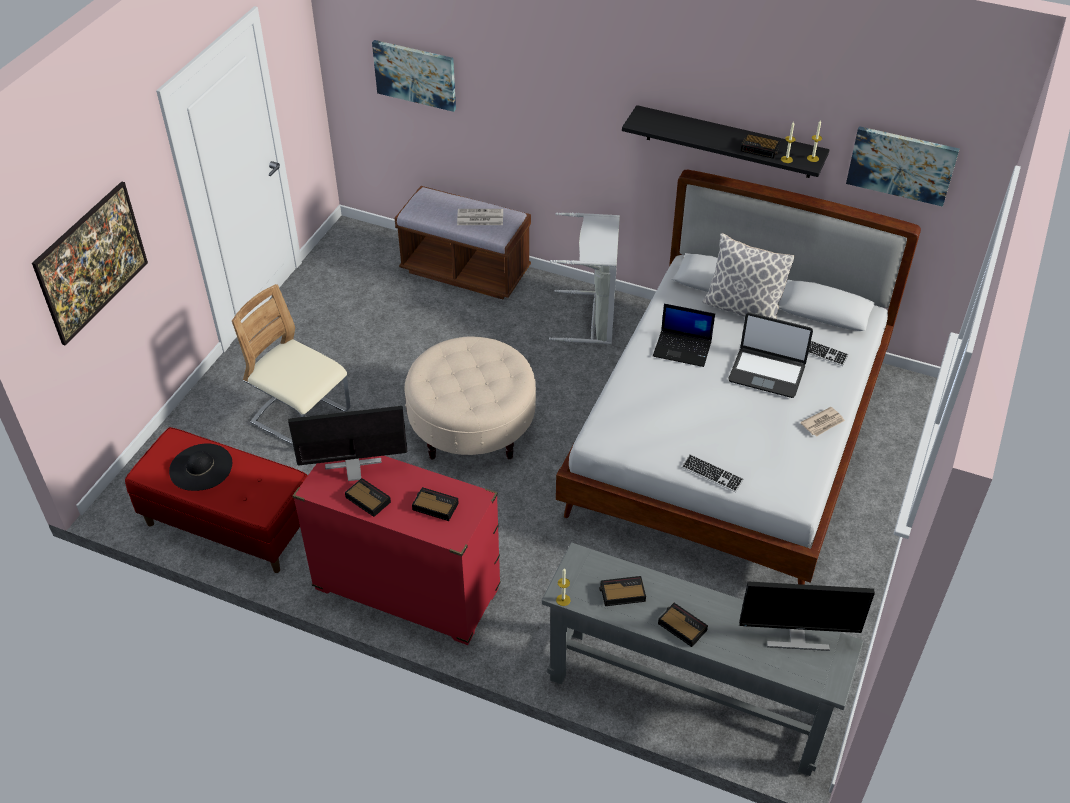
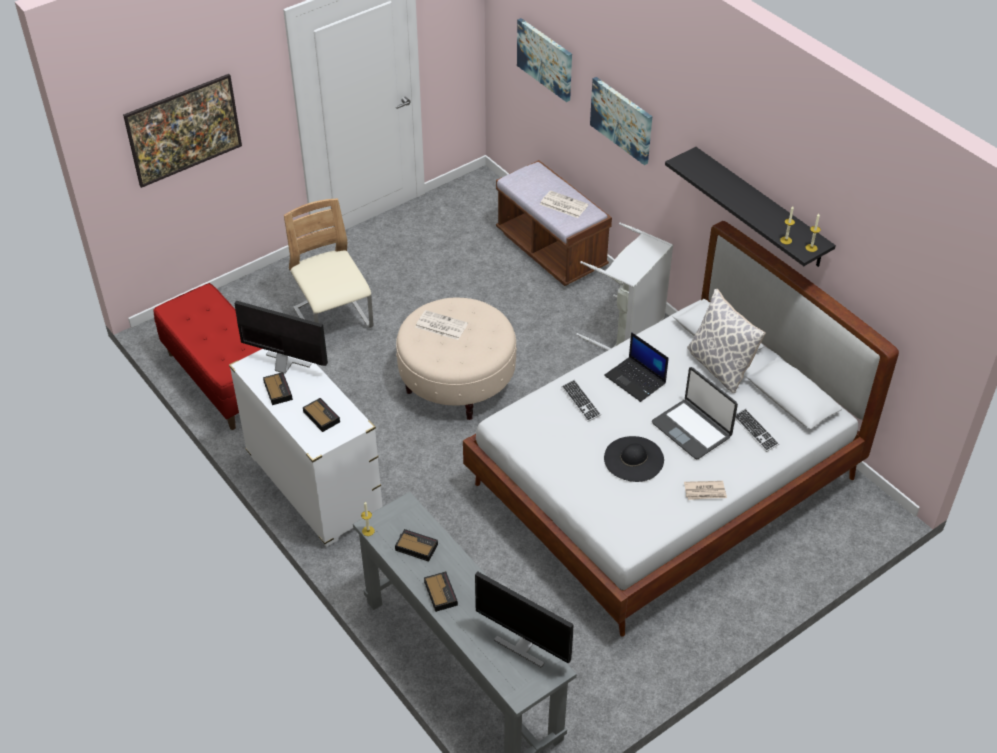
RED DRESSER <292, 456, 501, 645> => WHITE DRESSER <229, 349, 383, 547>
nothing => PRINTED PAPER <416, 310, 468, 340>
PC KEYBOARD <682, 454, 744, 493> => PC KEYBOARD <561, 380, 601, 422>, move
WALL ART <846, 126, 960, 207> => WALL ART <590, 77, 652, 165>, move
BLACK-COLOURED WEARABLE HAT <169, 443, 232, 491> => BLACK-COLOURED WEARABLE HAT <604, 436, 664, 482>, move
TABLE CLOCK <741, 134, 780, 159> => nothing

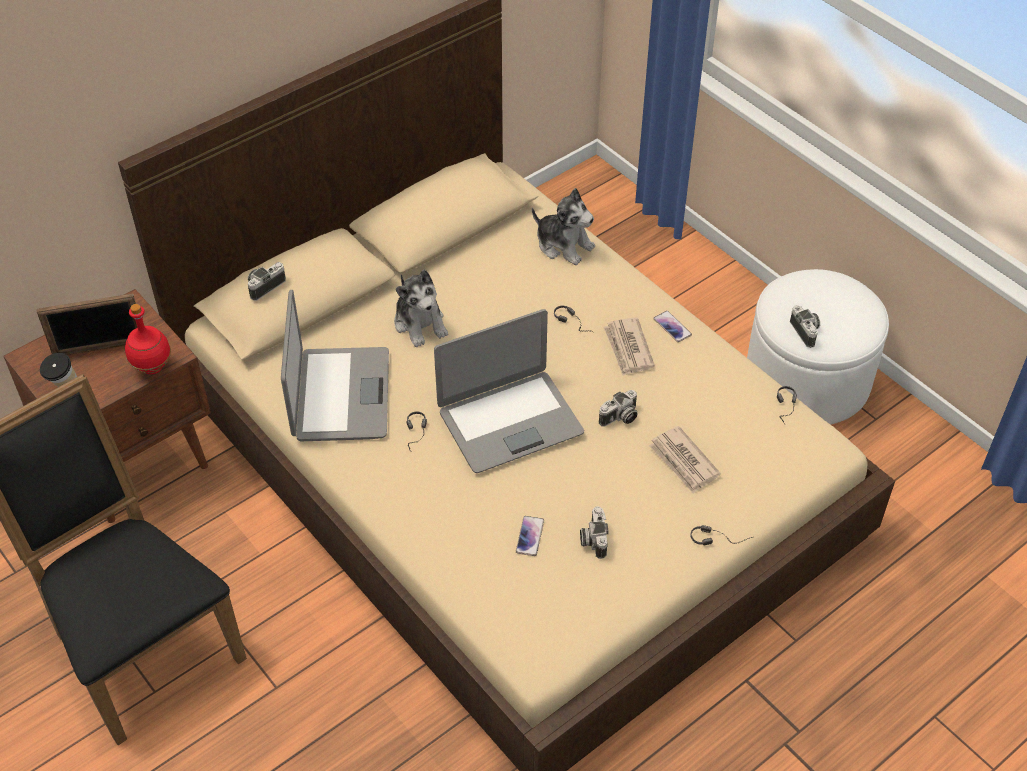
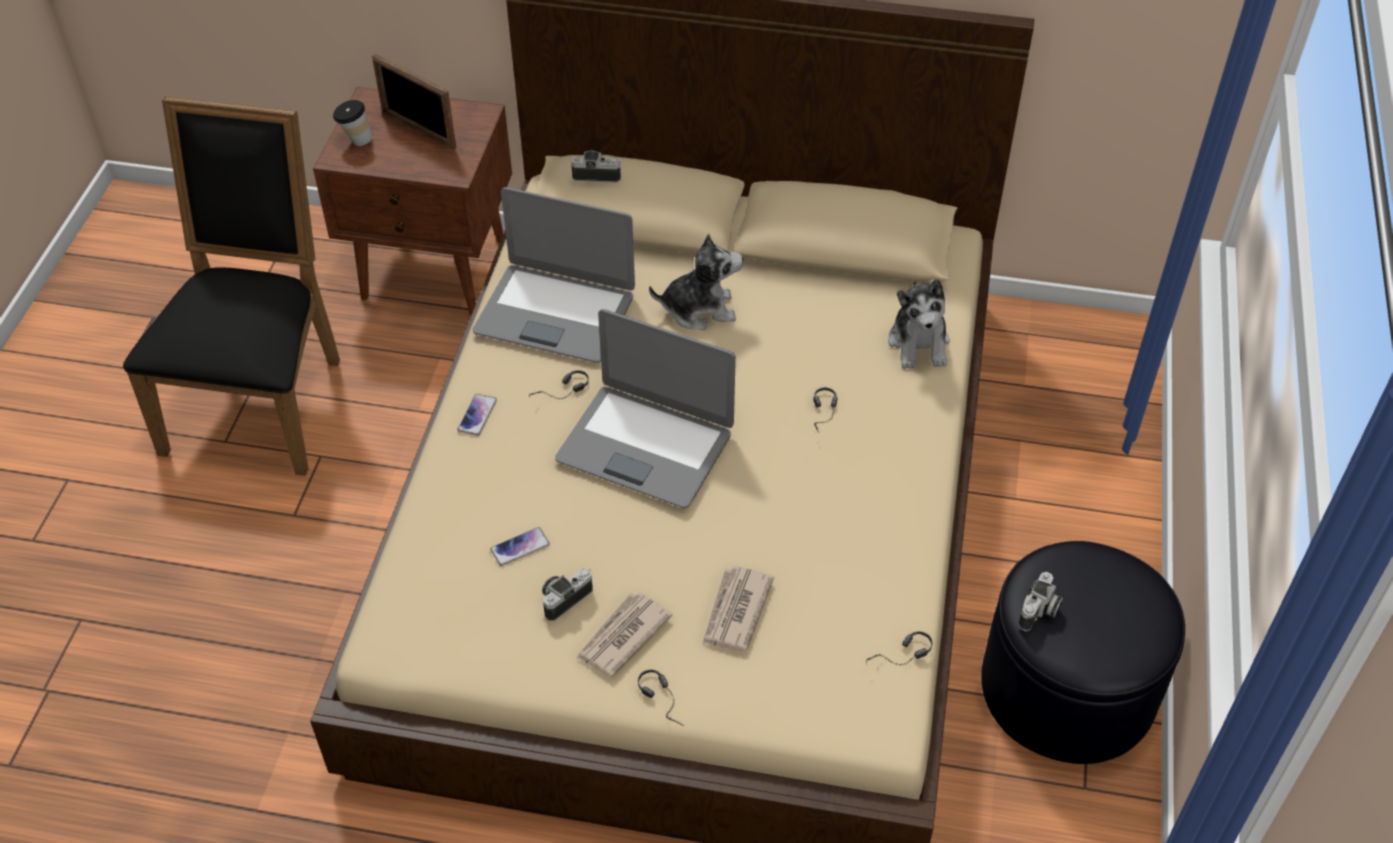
TELEPHONE <653, 311, 692, 342> => TELEPHONE <458, 394, 497, 436>, move
NOTEBOOK COMPUTER <281, 290, 389, 441> => NOTEBOOK COMPUTER <473, 187, 635, 363>, 60 degrees clockwise
PRINTED PAPER <603, 318, 655, 376> => PRINTED PAPER <576, 593, 672, 677>, move
CUDDLY TOY <394, 270, 448, 347> => CUDDLY TOY <649, 234, 743, 330>, 120 degrees counterclockwise
WHITE POUFFE <747, 269, 889, 425> => BLACK-COLOURED POUFFE <981, 541, 1185, 764>
RED BEVERAGE BOTTLE <125, 304, 171, 374> => nothing
STILL CAMERA <599, 390, 637, 427> => nothing

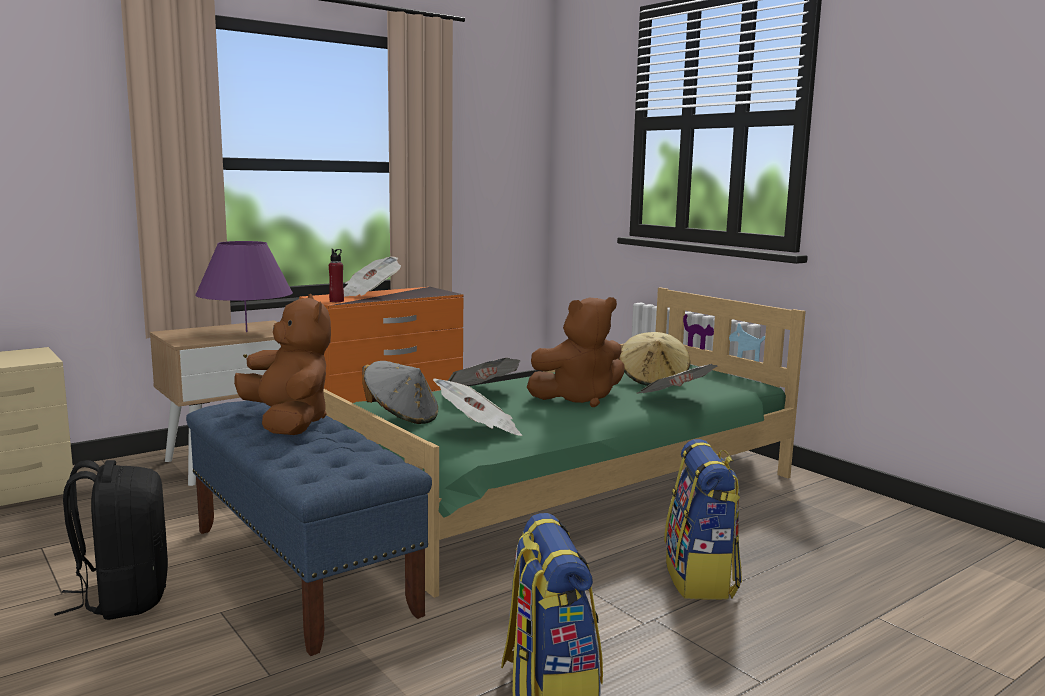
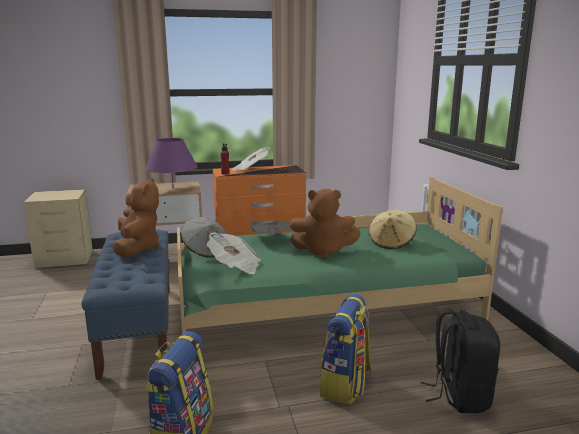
BLACK-COLOURED KNAPSACK <54, 460, 168, 620> => BLACK-COLOURED KNAPSACK <420, 308, 500, 413>, move
PRINTED PAPER <637, 364, 718, 394> => nothing

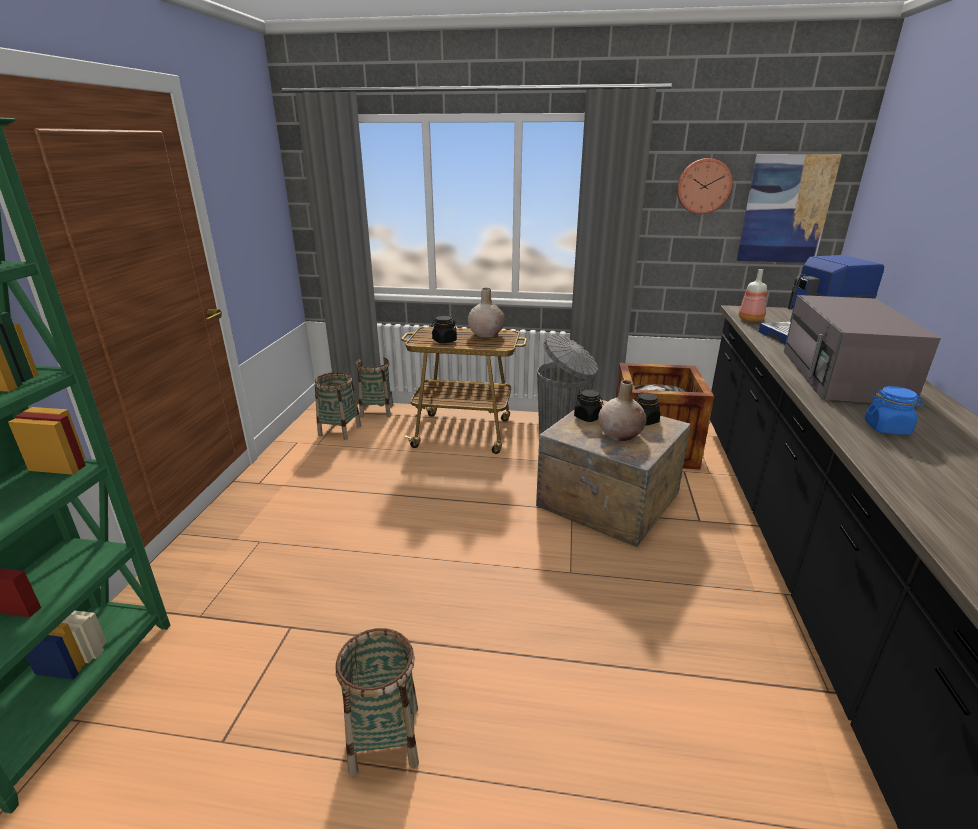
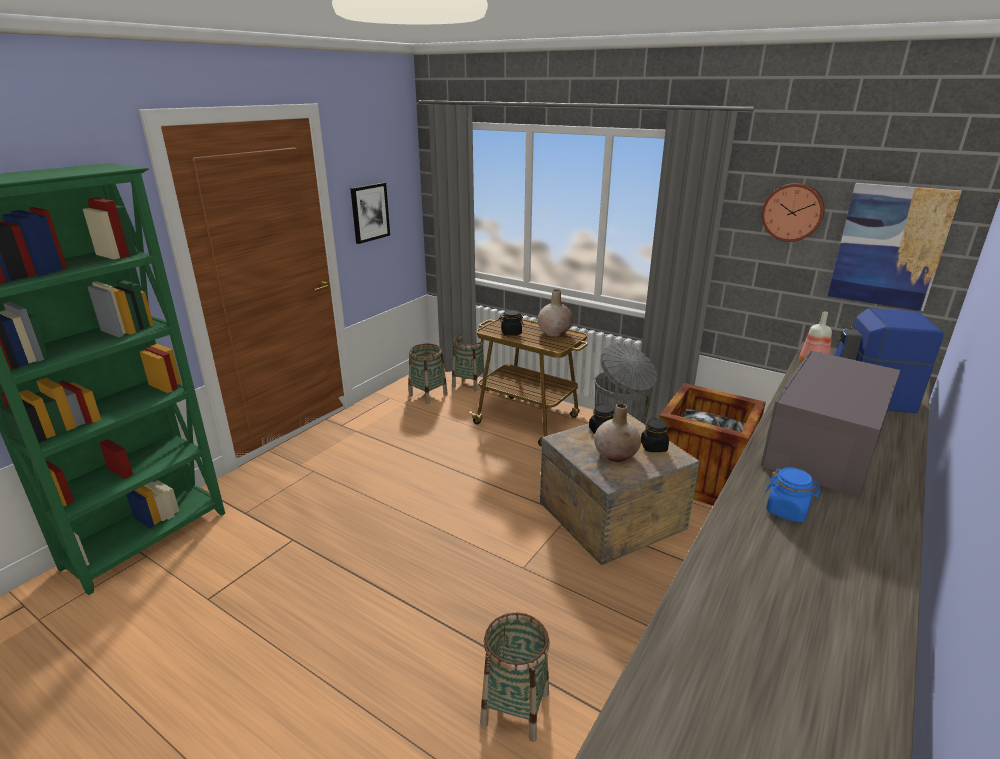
nothing => WALL ART <350, 182, 390, 244>
STORAGE BASKET <335, 628, 419, 776> => STORAGE BASKET <480, 613, 550, 742>, move

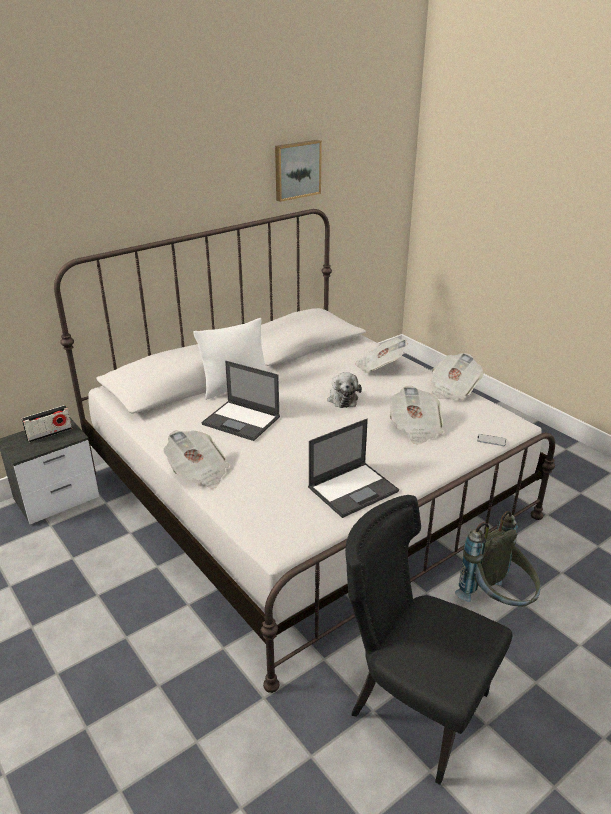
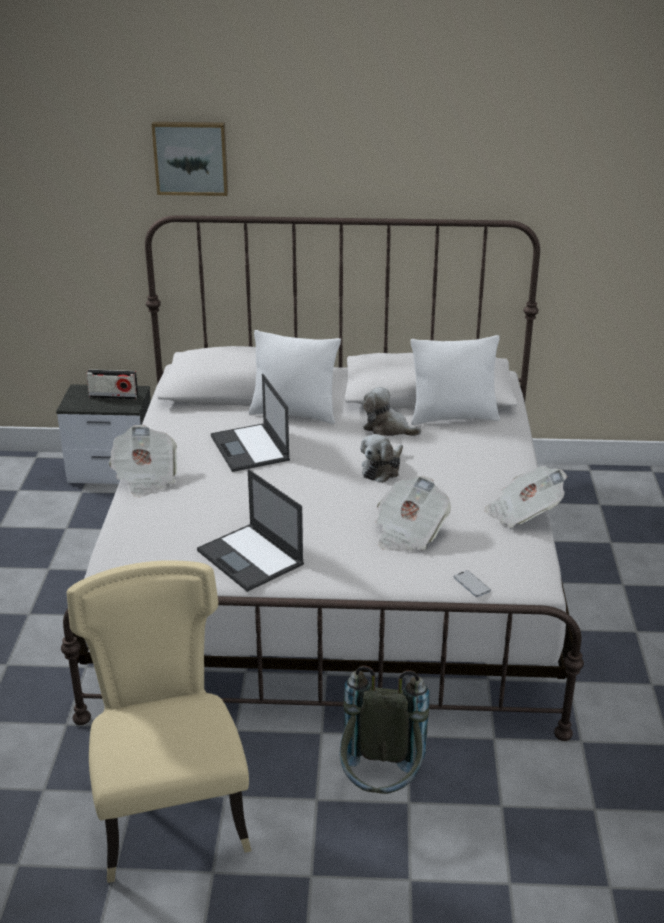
BLACK-COLOURED CHAIR <345, 495, 512, 785> => BEIGE CHAIR <67, 560, 251, 883>
WALL ART <275, 140, 322, 202> => WALL ART <152, 122, 228, 196>, move
NOTEBOOK COMPUTER <308, 419, 399, 518> => NOTEBOOK COMPUTER <197, 469, 304, 592>, 45 degrees clockwise
nothing => CUDDLY TOY <363, 387, 421, 436>
nothing => WHITE CUSHION <411, 335, 500, 425>
PRINTED PAPER <355, 338, 408, 373> => nothing

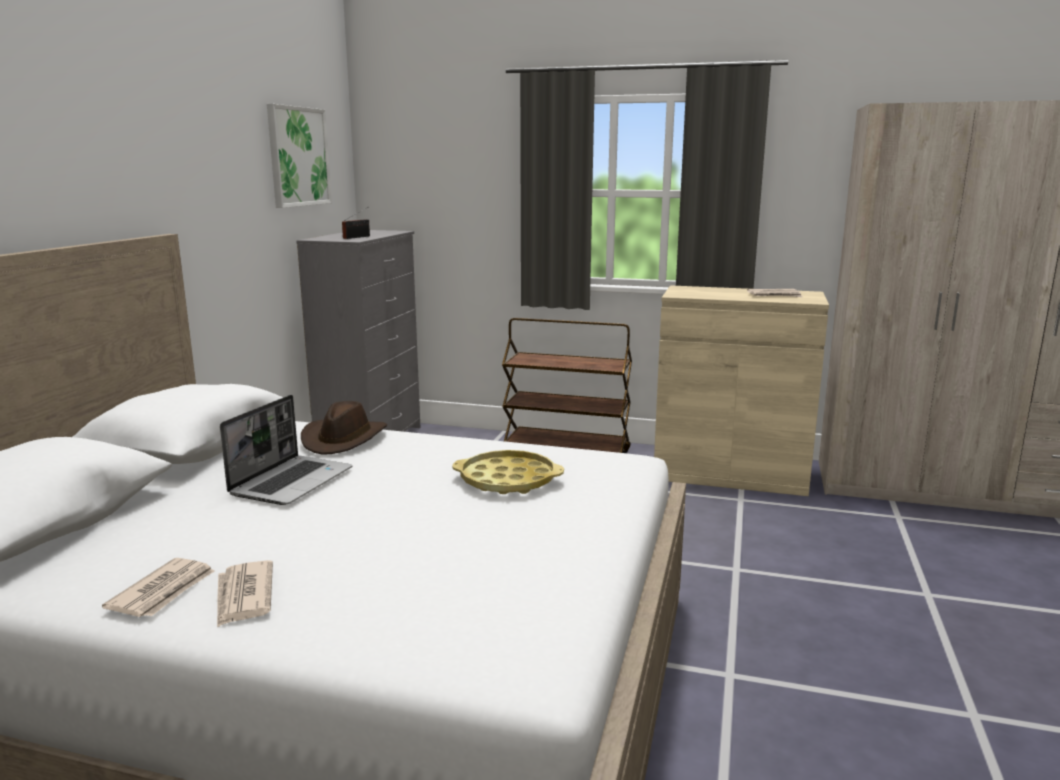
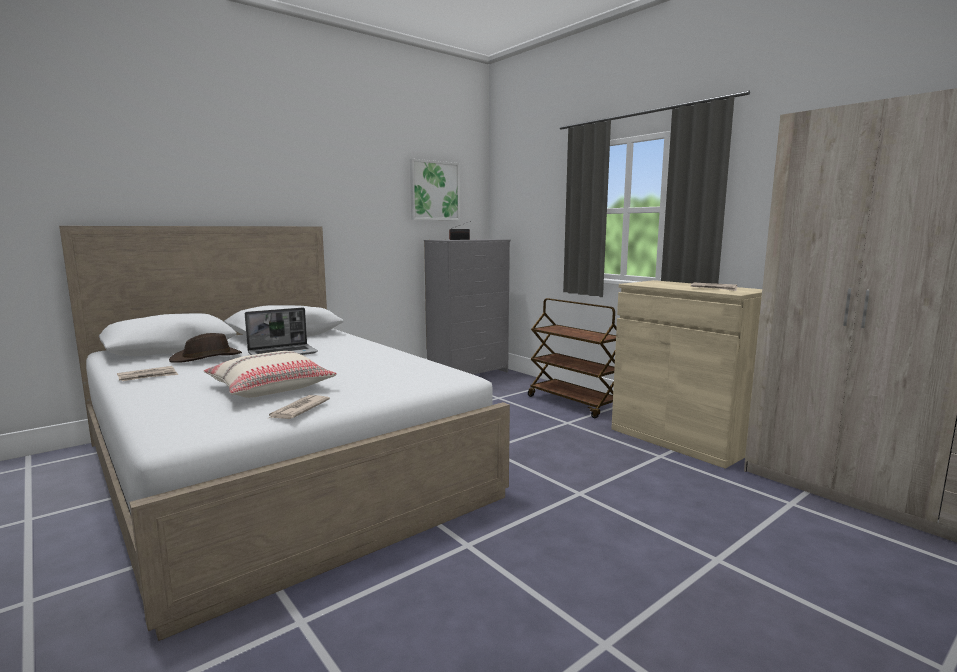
BROWN WEARABLE HAT <301, 401, 387, 455> => BROWN WEARABLE HAT <169, 333, 242, 363>, move
nothing => BEIGE CUSHION <204, 351, 337, 398>
PRINTED PAPER <217, 560, 273, 628> => PRINTED PAPER <267, 395, 330, 419>, move
YELLOW SERVING TRAY <452, 450, 564, 494> => nothing

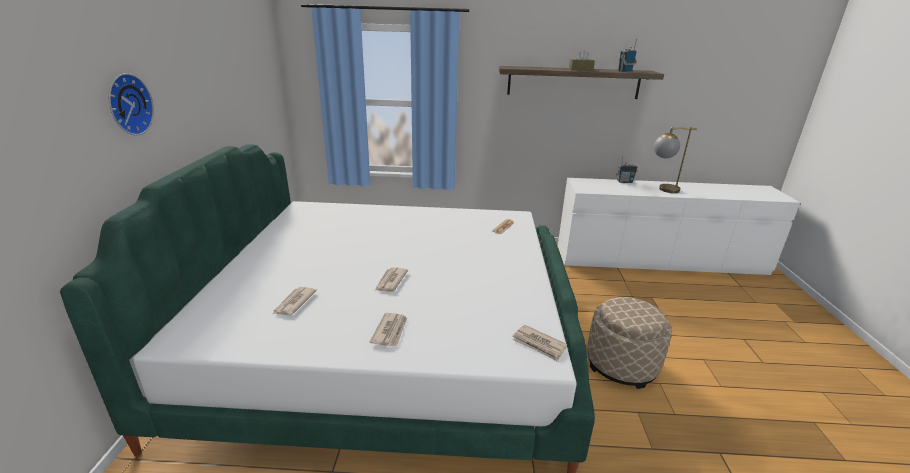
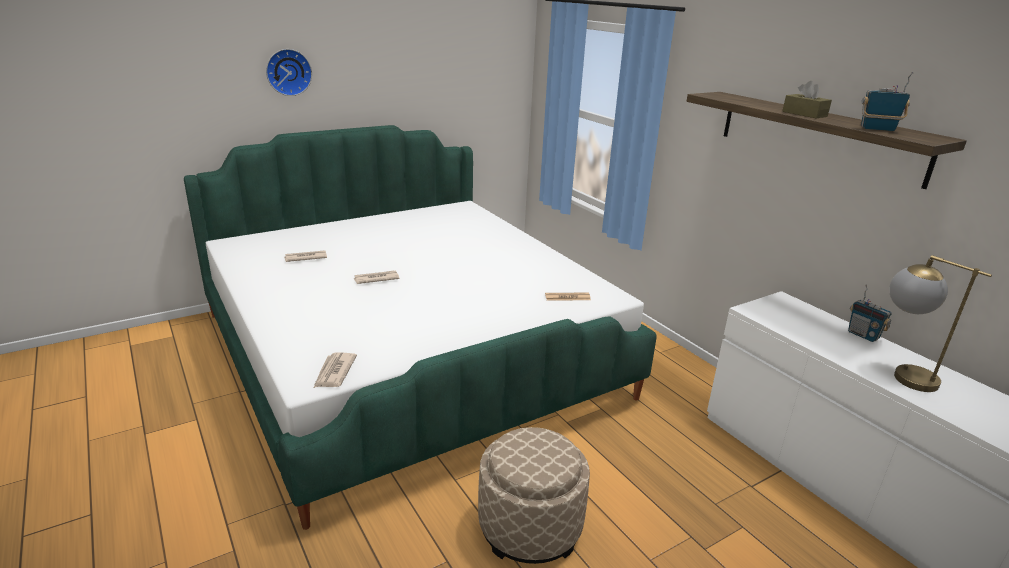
PRINTED PAPER <370, 313, 407, 346> => nothing

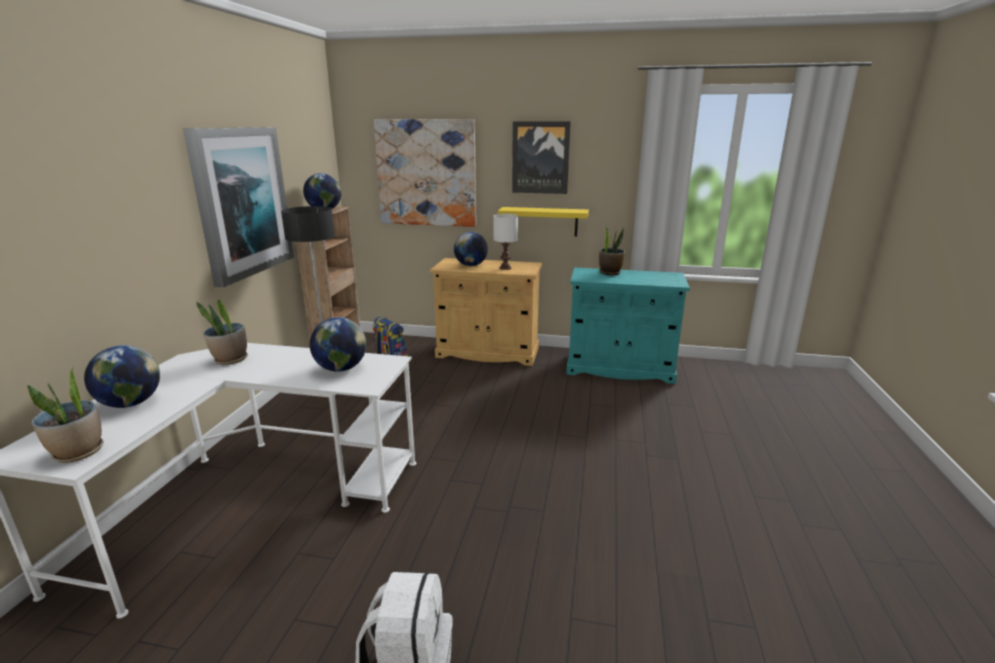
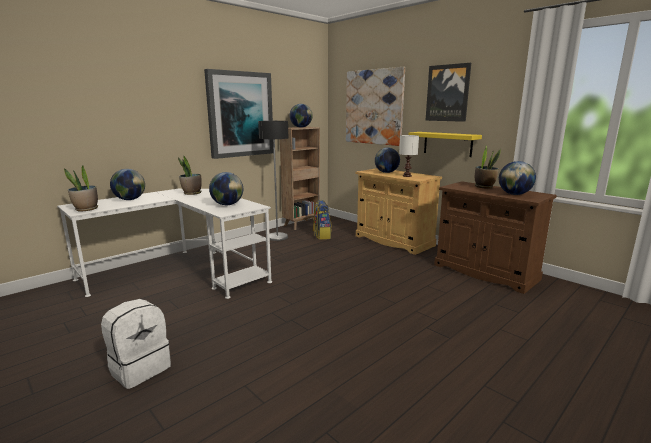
TURQUOISE CUPBOARD <566, 267, 690, 384> => BROWN CUPBOARD <434, 181, 557, 294>
nothing => WORLD GLOBE <499, 161, 536, 195>

